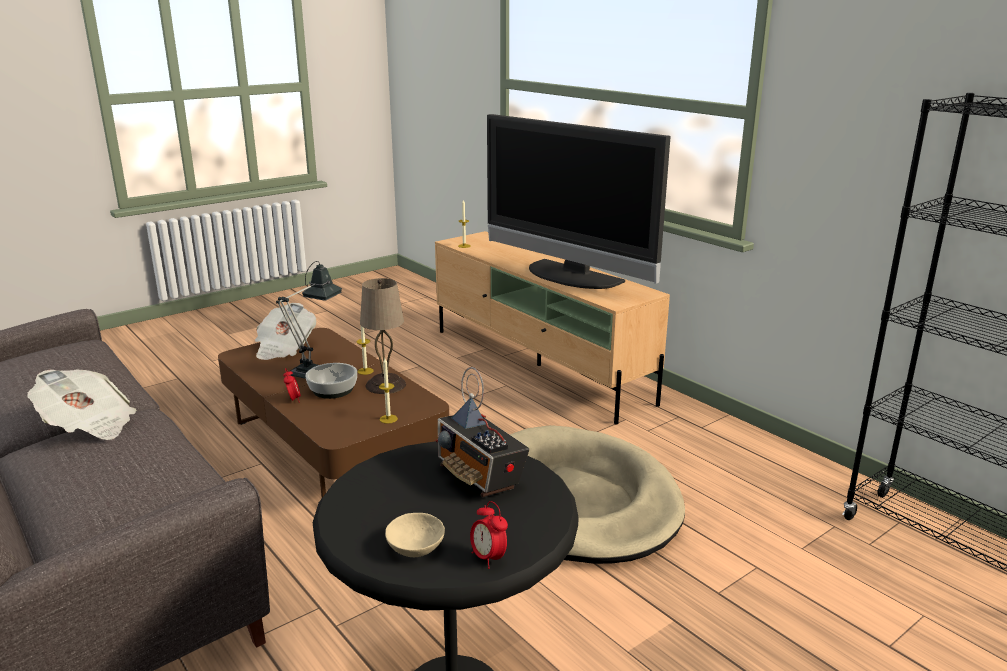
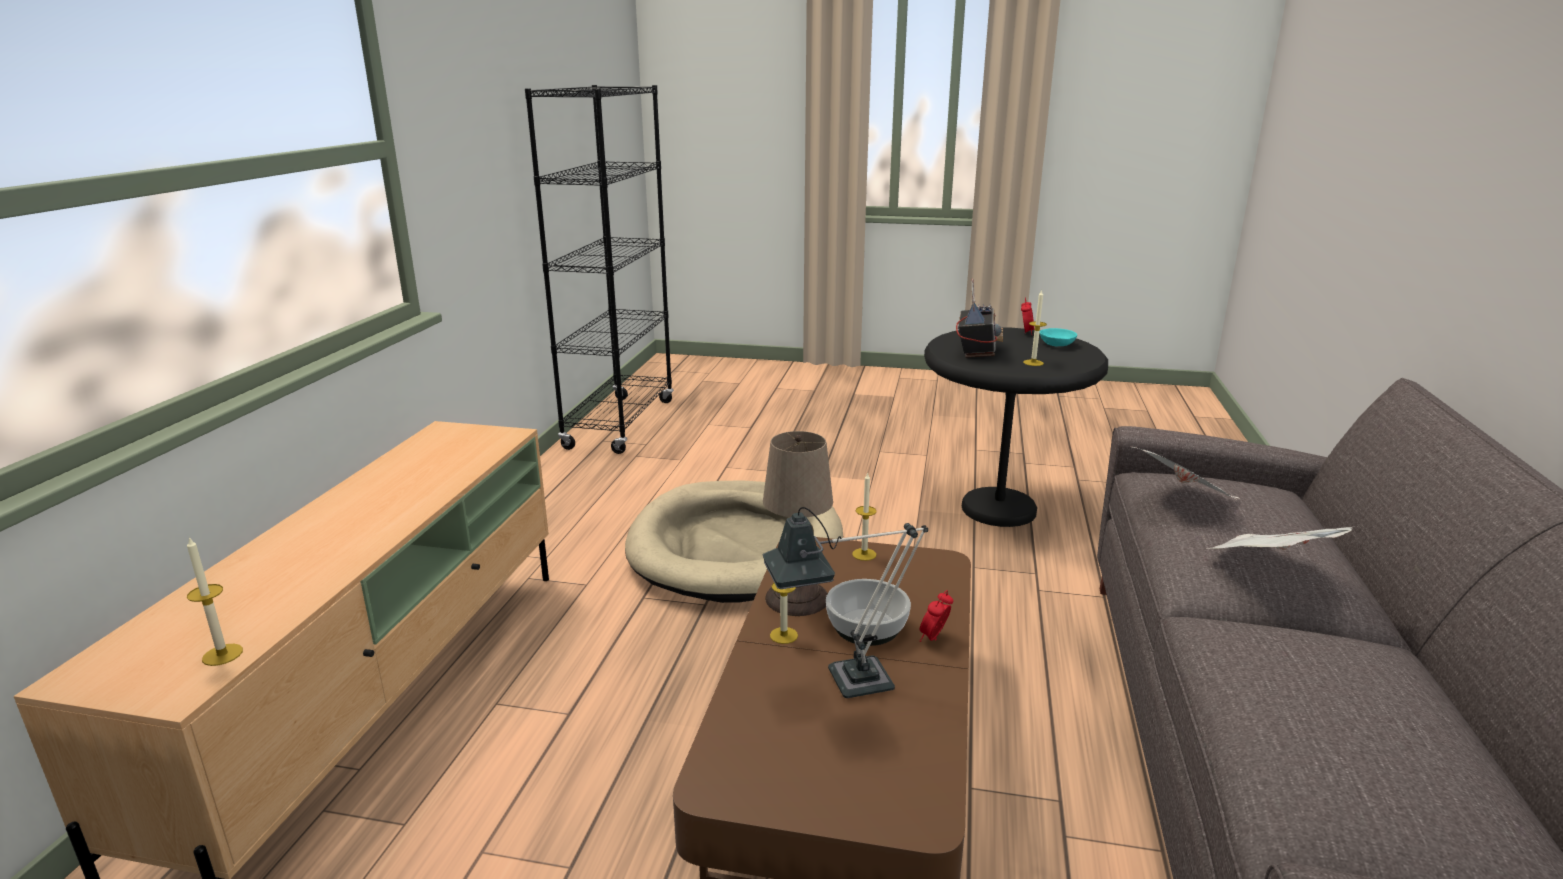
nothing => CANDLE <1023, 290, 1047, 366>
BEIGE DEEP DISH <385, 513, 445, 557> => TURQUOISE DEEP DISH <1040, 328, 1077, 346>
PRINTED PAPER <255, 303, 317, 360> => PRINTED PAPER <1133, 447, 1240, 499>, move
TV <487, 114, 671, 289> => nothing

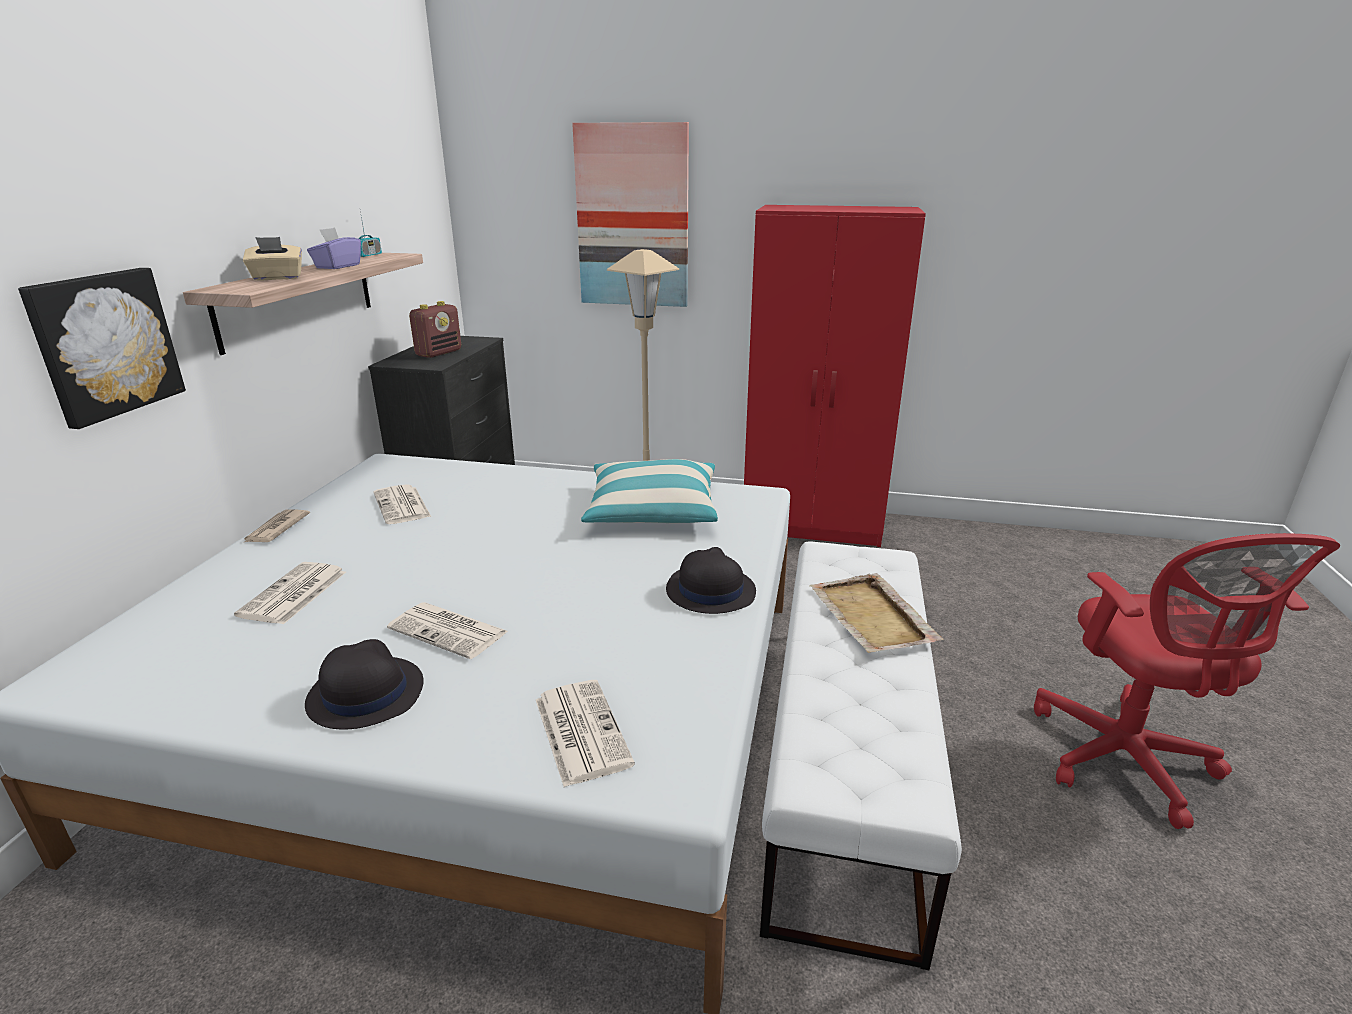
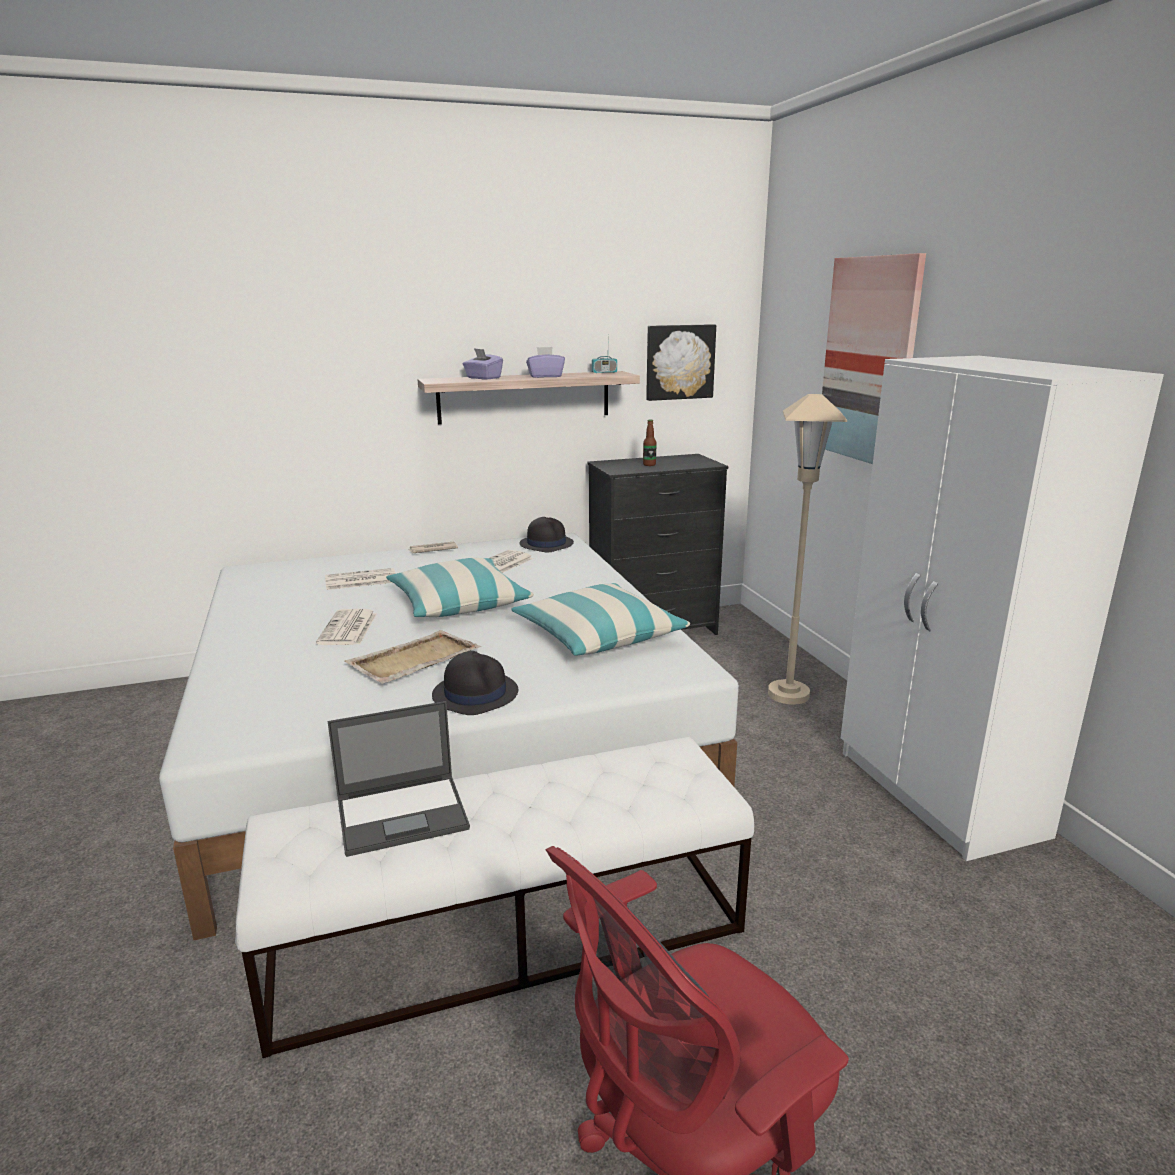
nothing => NOTEBOOK COMPUTER <328, 701, 470, 857>
BEIGE SERVING TRAY <809, 573, 943, 653> => BEIGE SERVING TRAY <344, 630, 481, 684>, move
nothing => CUSHION <386, 558, 534, 617>
BEIGE BOX OF TISSUES <243, 237, 302, 281> => PURPLE BOX OF TISSUES <463, 348, 503, 380>
BLACK-COLOURED WEARABLE HAT <305, 639, 424, 730> => BLACK-COLOURED WEARABLE HAT <519, 517, 574, 552>, move
RADIO <409, 301, 461, 358> => BEVERAGE BOTTLE <643, 420, 657, 466>
WALL ART <18, 268, 186, 429> => WALL ART <646, 324, 716, 401>, move
RED CLOTHES CUPBOARD <744, 205, 926, 547> => WHITE CLOTHES CUPBOARD <841, 356, 1164, 861>
PRINTED PAPER <536, 680, 635, 787> => nothing

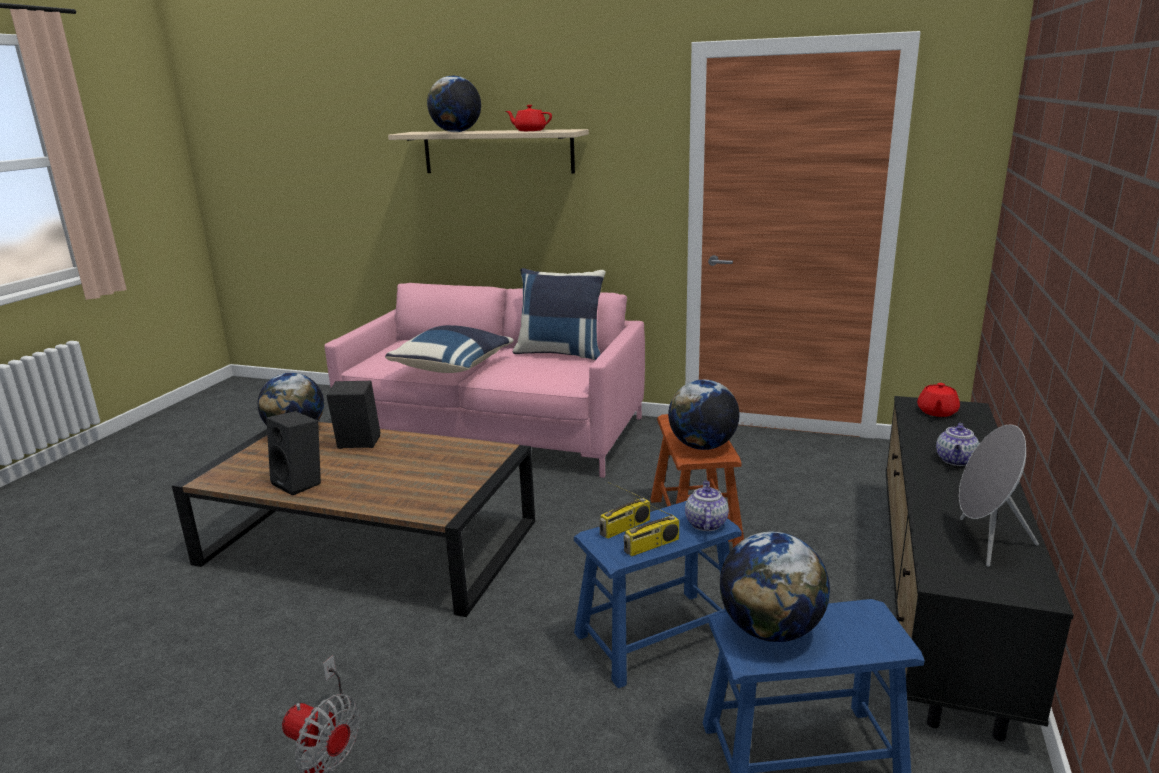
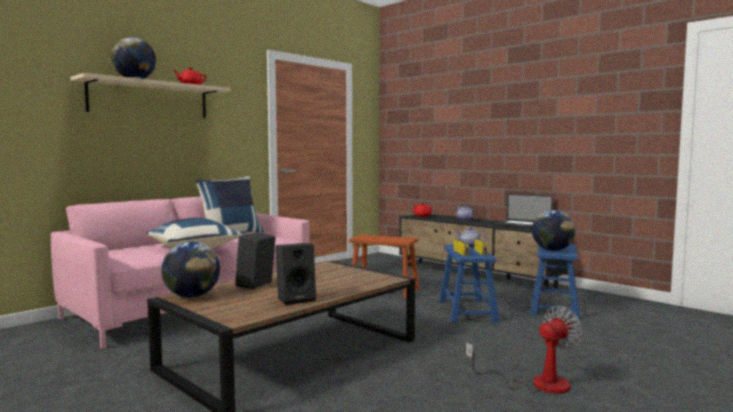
GRAY LOUDSPEAKER <959, 425, 1039, 567> => NOTEBOOK COMPUTER <497, 193, 553, 229>
WORLD GLOBE <668, 380, 740, 450> => nothing

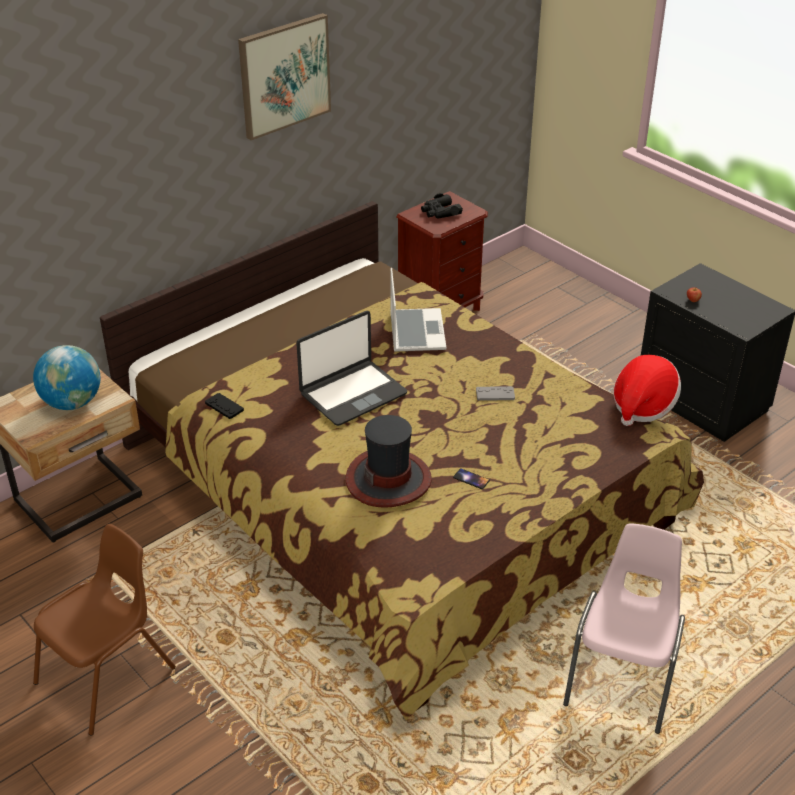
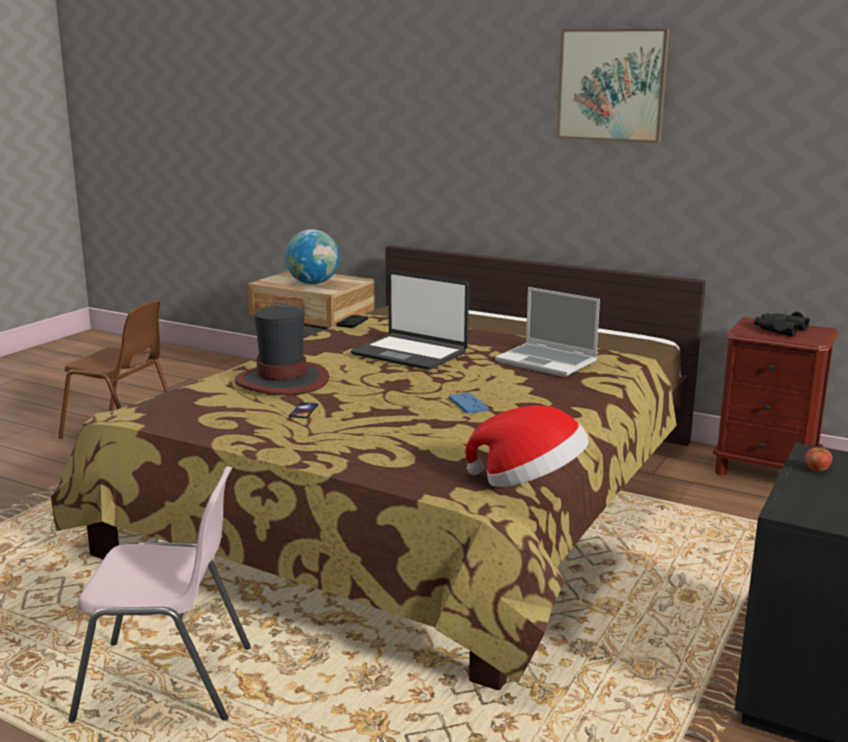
GRAY GAME CONTROLLER <476, 386, 515, 401> => BLUISH GAME CONTROLLER <449, 393, 489, 414>
NOTEBOOK COMPUTER <390, 268, 446, 352> => NOTEBOOK COMPUTER <495, 287, 600, 377>, 60 degrees clockwise

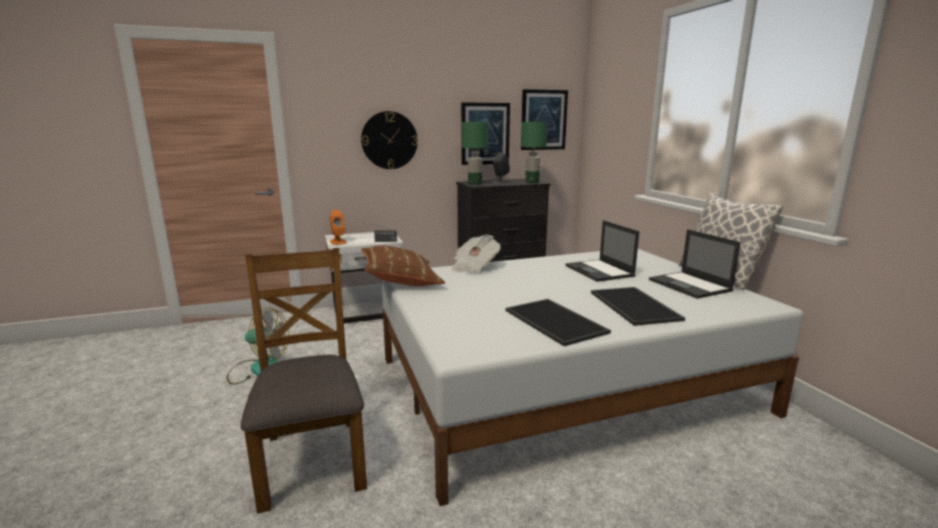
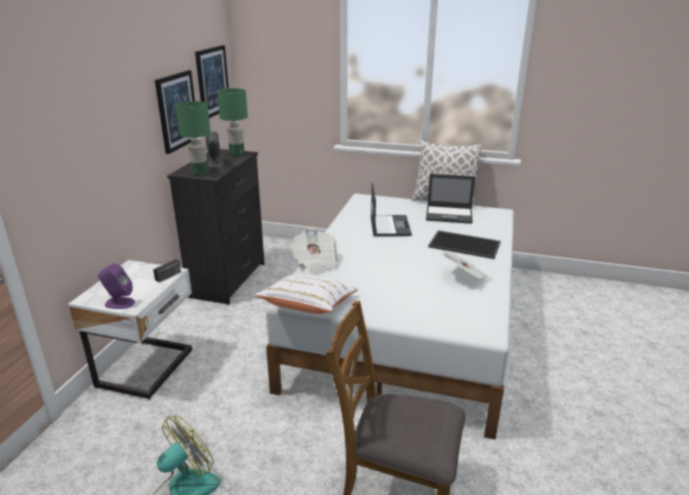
ORANGEY LOUDSPEAKER <330, 210, 347, 245> => PURPLE LOUDSPEAKER <98, 263, 135, 309>
BROWN CUSHION <361, 245, 445, 286> => WHITE CUSHION <254, 274, 358, 314>
NOTEBOOK COMPUTER <566, 220, 639, 282> => NOTEBOOK COMPUTER <371, 183, 412, 236>, 105 degrees counterclockwise
SERVING TRAY <506, 299, 611, 346> => PRINTED PAPER <442, 251, 493, 280>
CLOCK ON THE WALL <361, 111, 418, 169> => nothing

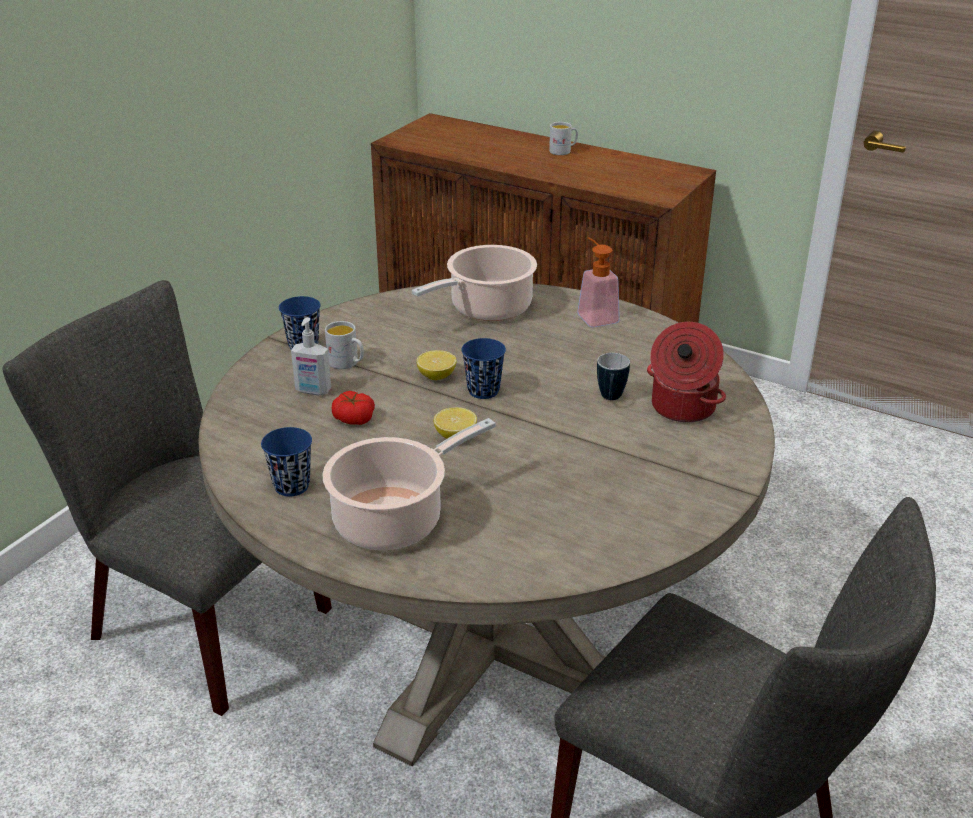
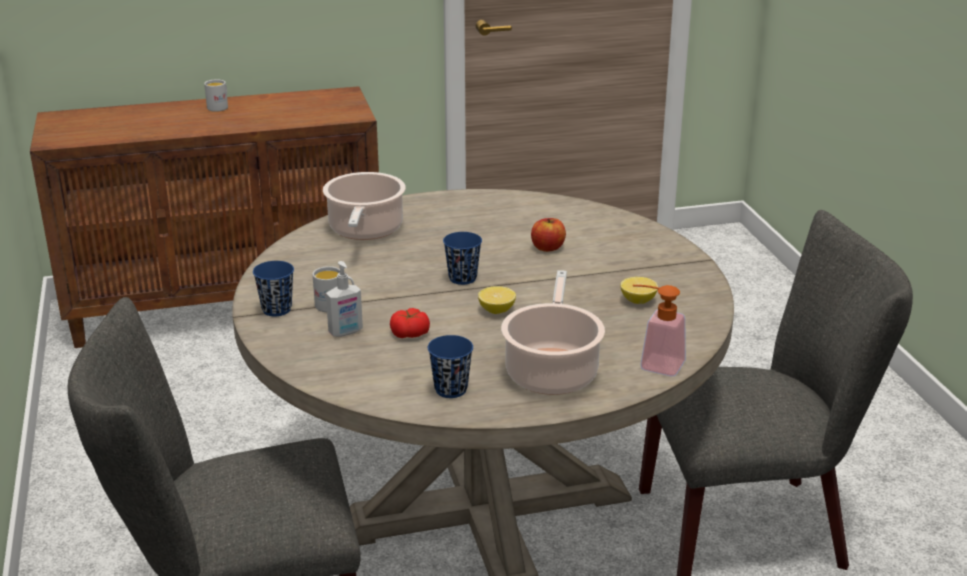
TEA MUG <597, 353, 630, 400> => APPLE <531, 218, 566, 252>
CITRUS FRUIT <416, 350, 457, 380> => CITRUS FRUIT <621, 277, 658, 304>, move
LIQUID SOAP BOTTLE <577, 237, 620, 327> => LIQUID SOAP BOTTLE <633, 285, 686, 376>, move
STOCKPOT <647, 322, 726, 422> => nothing

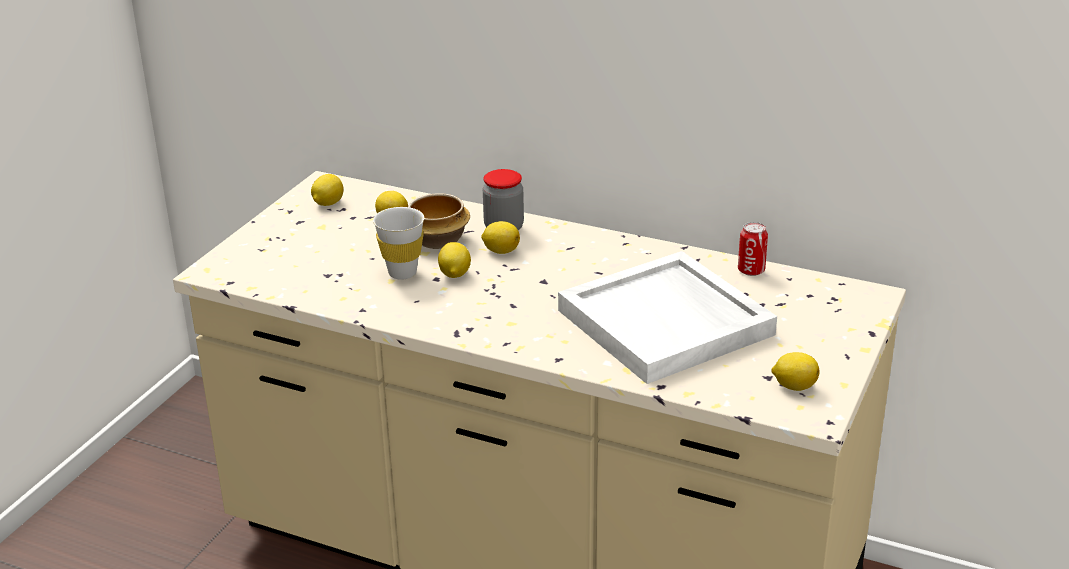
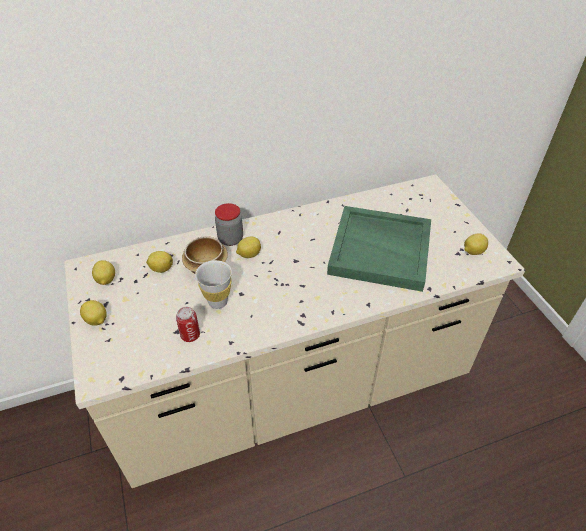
CITRUS FRUIT <438, 242, 471, 278> => CITRUS FRUIT <80, 300, 107, 326>, move
METAL CAN <738, 222, 768, 276> => METAL CAN <176, 307, 200, 342>, move
WHITE SERVING TRAY <558, 251, 777, 384> => GREENISH SERVING TRAY <327, 206, 431, 292>

